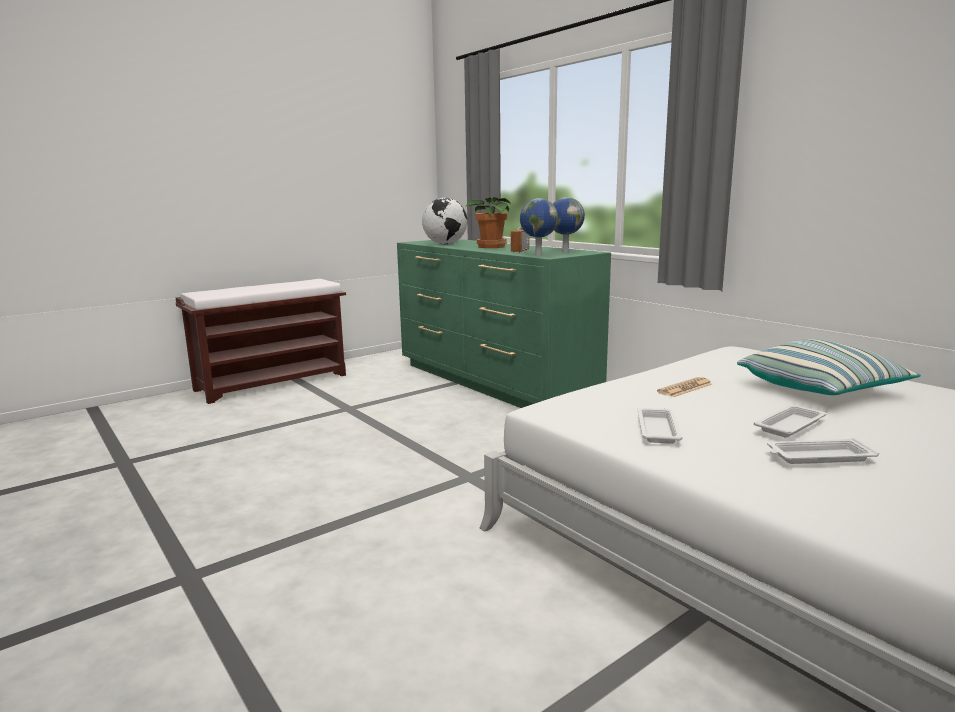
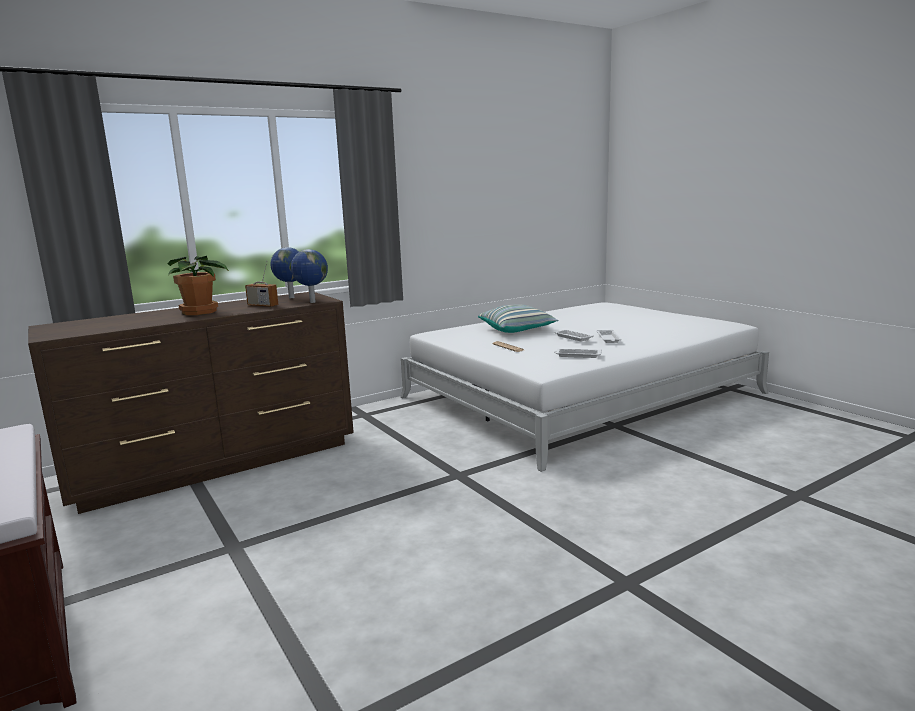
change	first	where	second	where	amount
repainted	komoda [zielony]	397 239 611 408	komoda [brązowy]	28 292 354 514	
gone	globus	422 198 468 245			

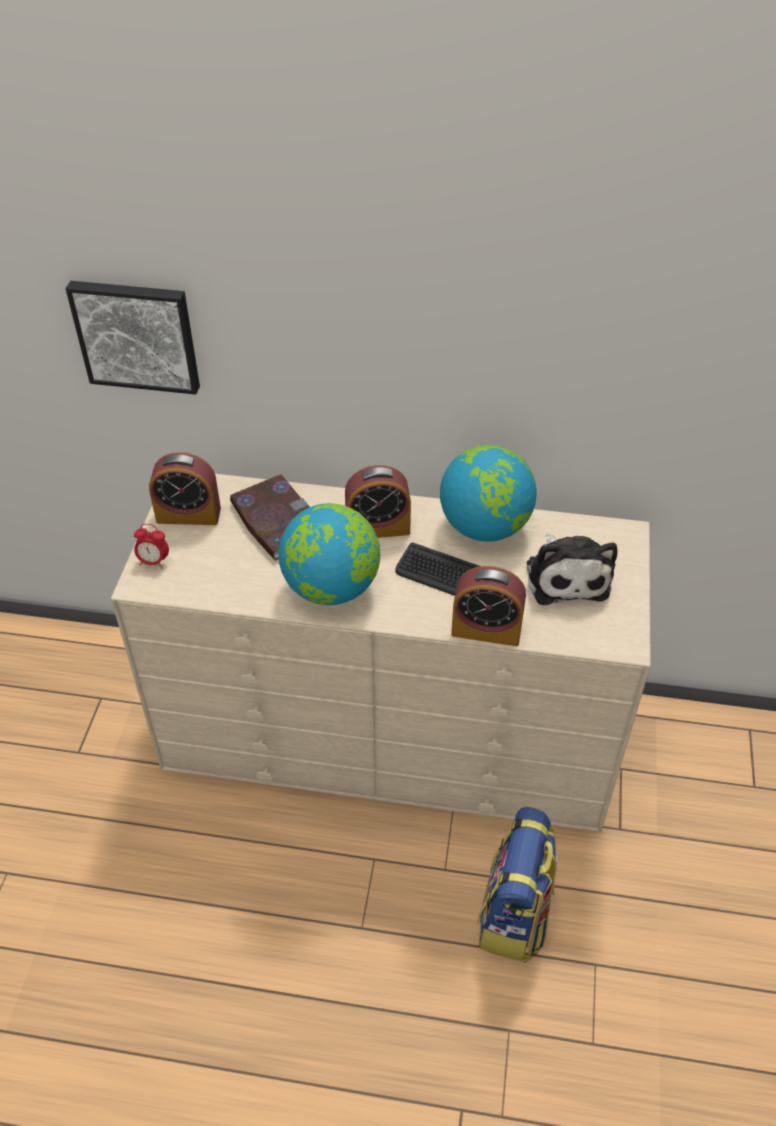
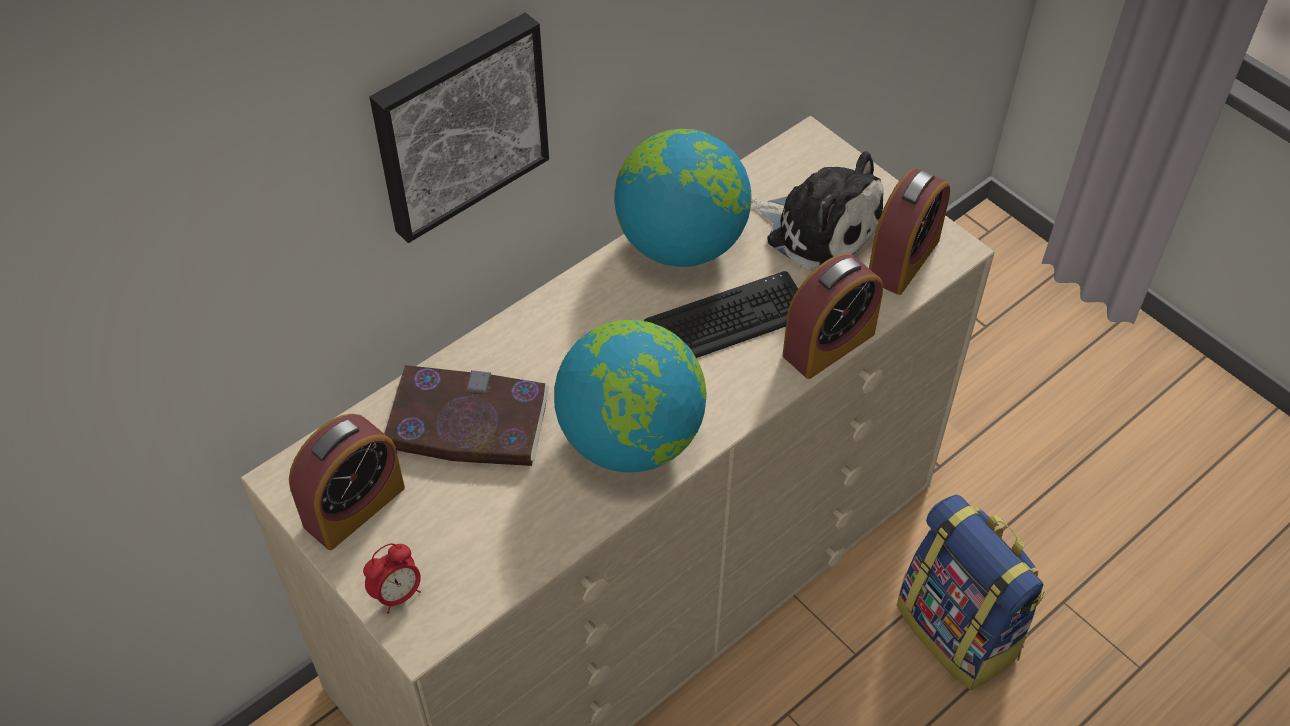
change	first	where	second	where	amount
shifted	obraz	66 281 200 395		369 13 549 243	
shifted	budzik	345 465 411 538		869 168 950 295	

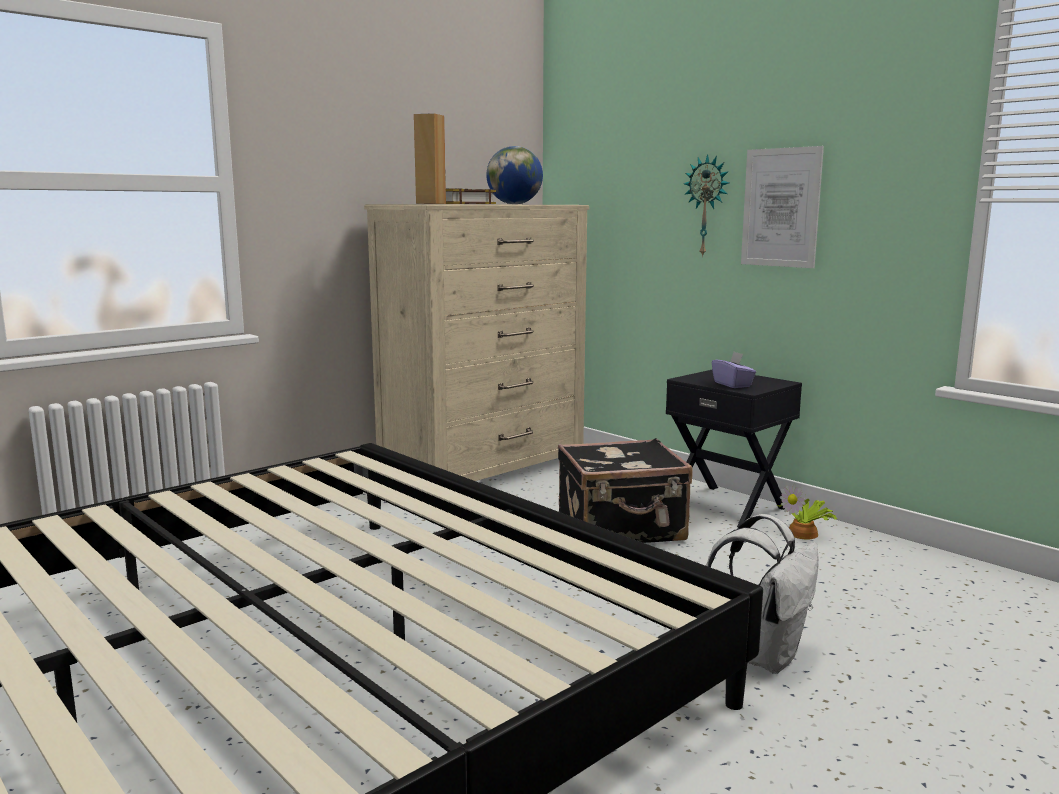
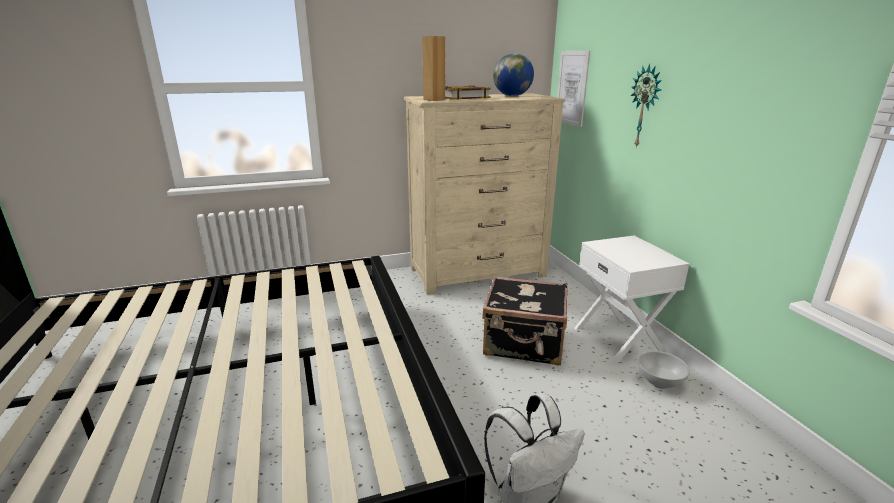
change	first	where	second	where	amount
repainted	szafka nocna [czarny]	666 370 802 527	szafka nocna [biały]	575 235 689 364	
gone	pudełko chusteczek [fioletowy]	712 352 756 388			
shifted	obraz	741 146 824 268		557 51 590 127	
swapped	roślina doniczkowa	776 484 837 539	miska [biały]	638 351 690 389	

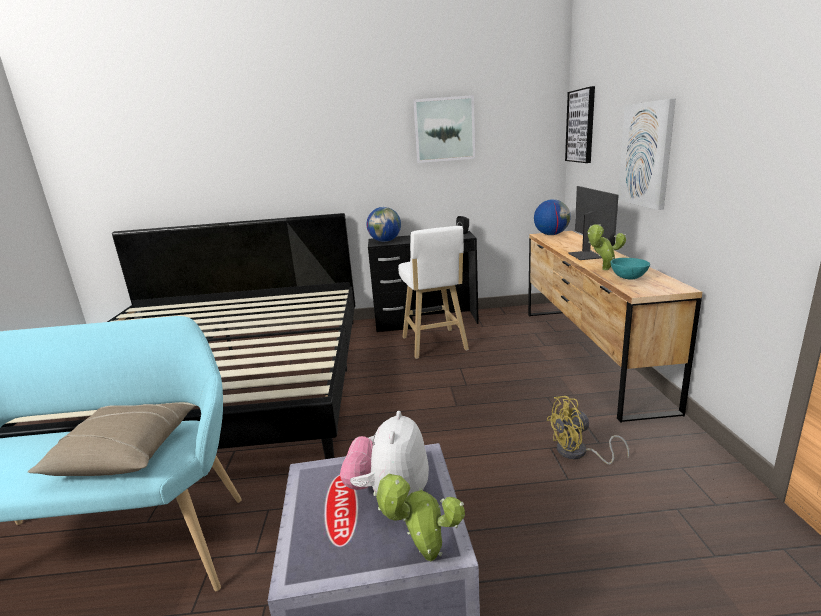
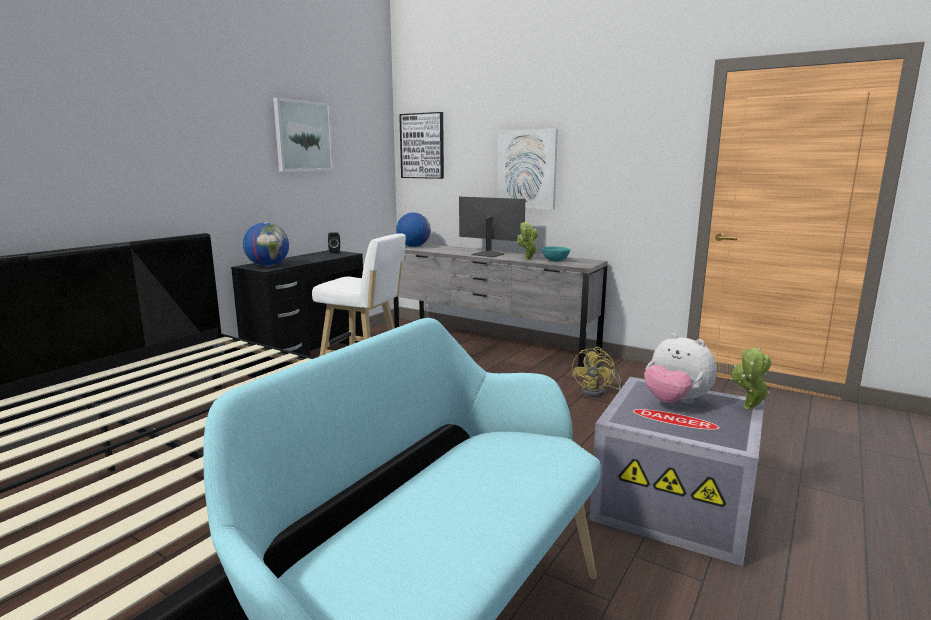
change	first	where	second	where	amount
gone	poduszka [beżowy]	28 403 195 476			
repainted	komoda [brązowy]	528 231 702 423	komoda [szary]	394 244 608 367	

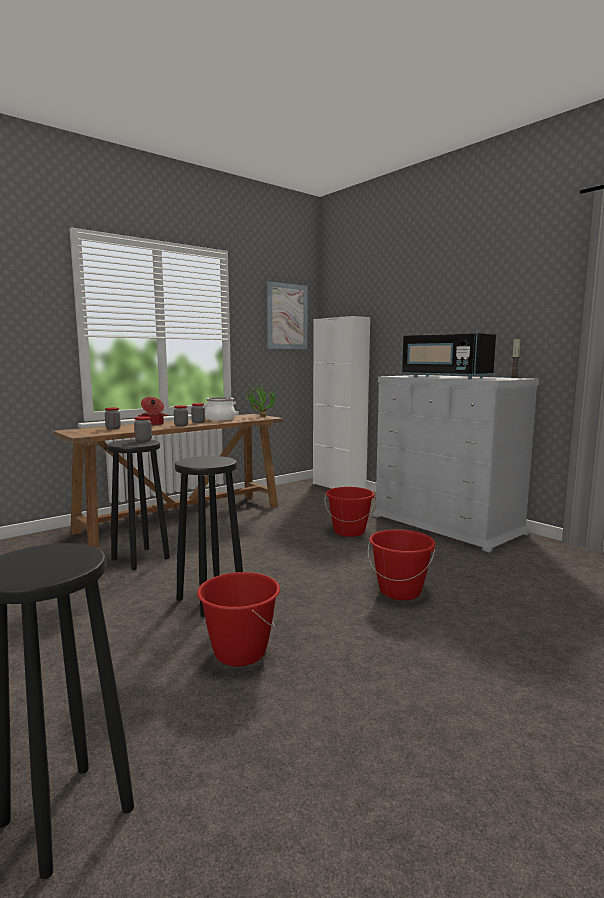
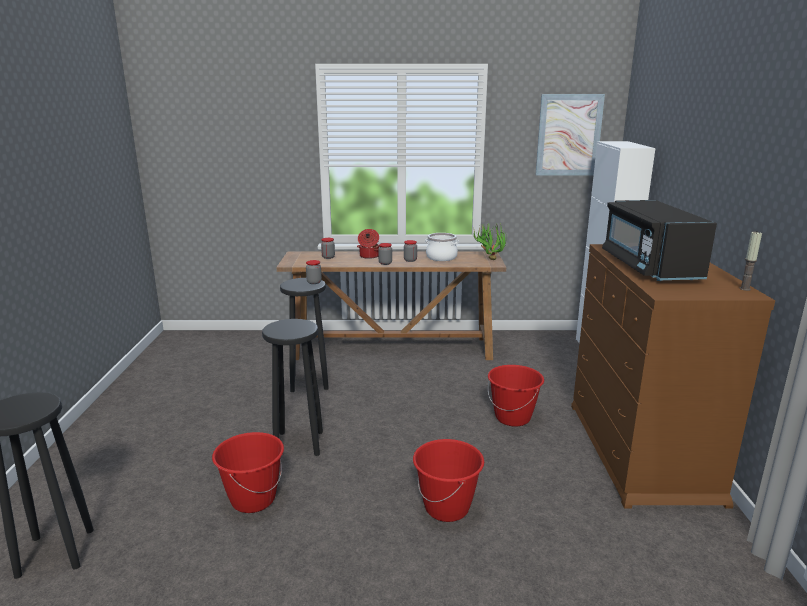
change	first	where	second	where	amount
repainted	komoda [biały]	373 375 539 552	komoda [brązowy]	571 244 775 509	

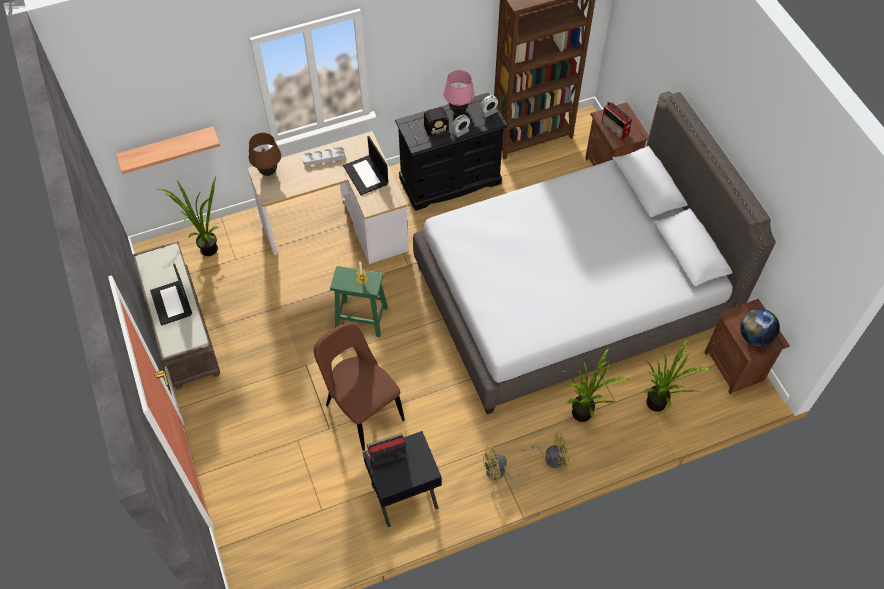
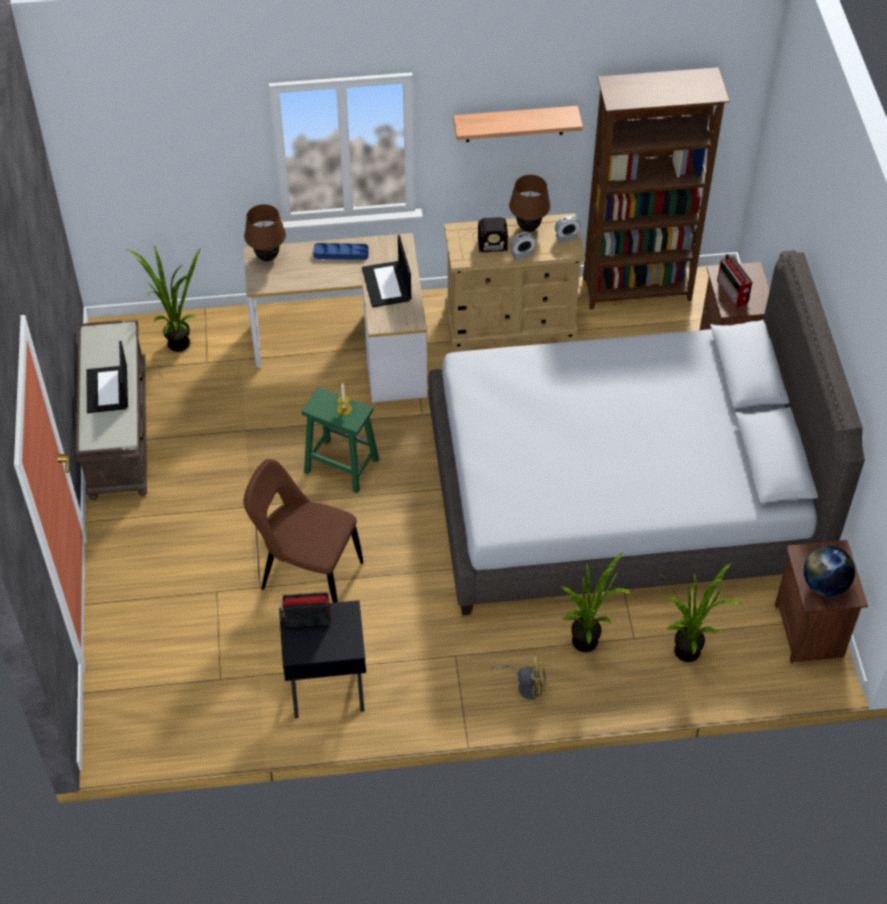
change	first	where	second	where	amount
shifted	półka	116 126 220 174		453 106 583 142	
repainted	taca [szary]	302 147 345 166	taca [niebieski]	313 243 369 260	
rotated	krzesło [brązowy]	314 322 405 451		243 459 364 603	45 degrees counterclockwise
repainted	komoda [czarny]	395 92 507 211	komoda [beżowy]	444 213 585 350	
repainted	lampa stołowa [różowy]	443 70 475 114	lampa stołowa [brązowy]	509 175 550 232	
gone	wentylator [żółty]	481 447 530 485			

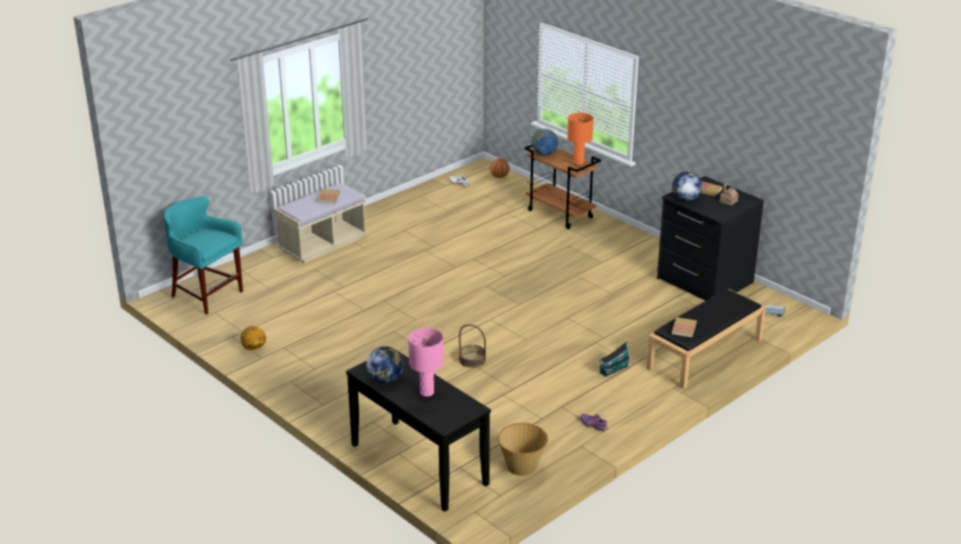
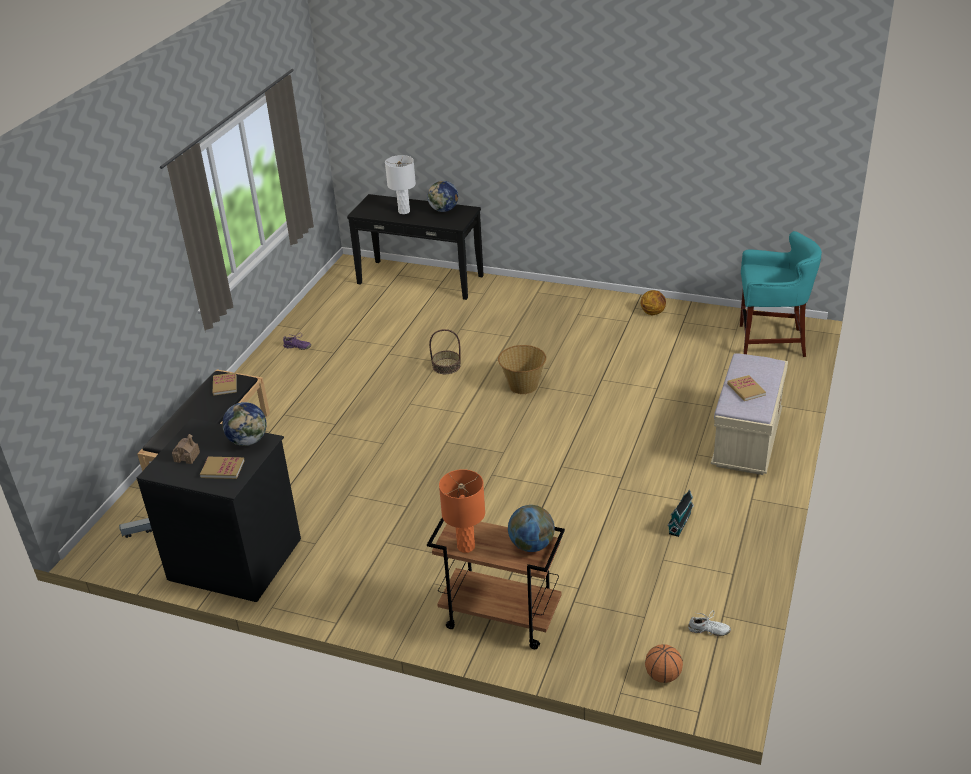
change	first	where	second	where	amount
repainted	lampa stołowa [różowy]	408 328 444 397	lampa stołowa [biały]	385 155 416 214	
shifted	koszyk	498 423 548 476		498 345 546 394	
shifted	domek	599 341 630 377		667 490 694 537	

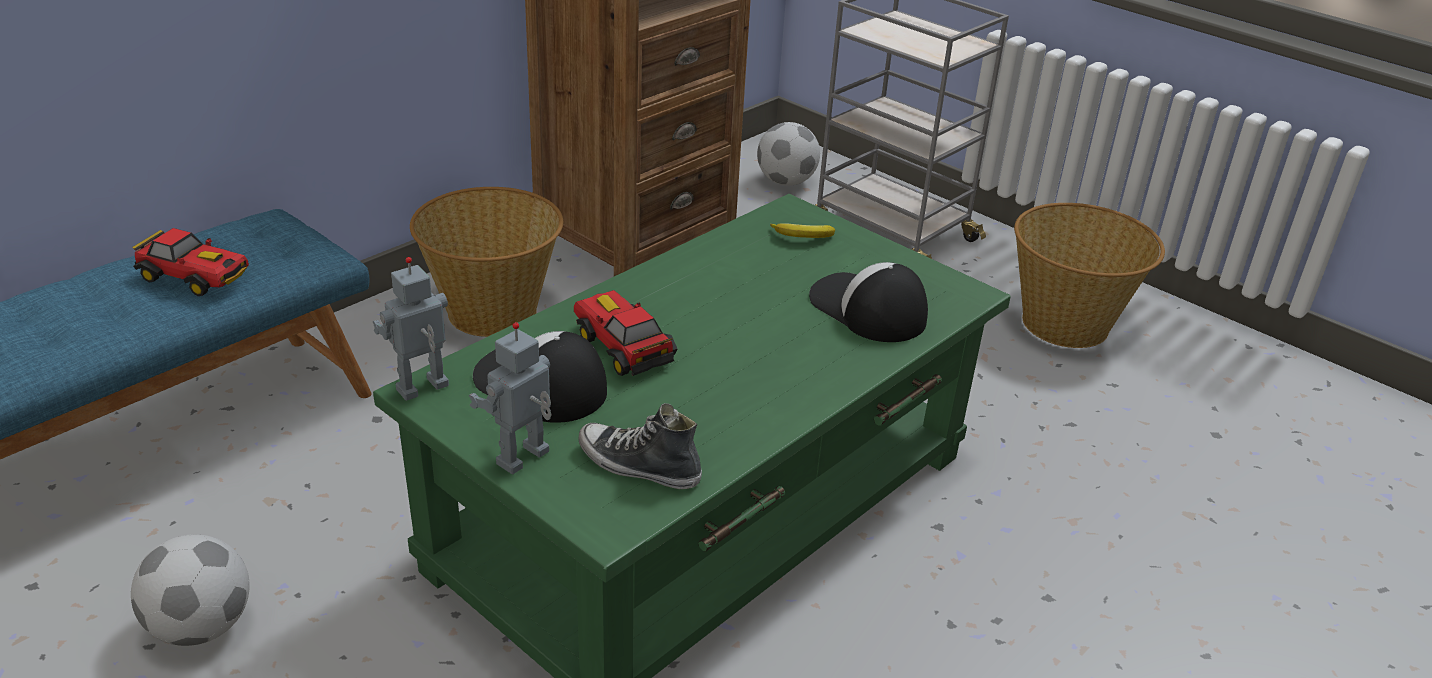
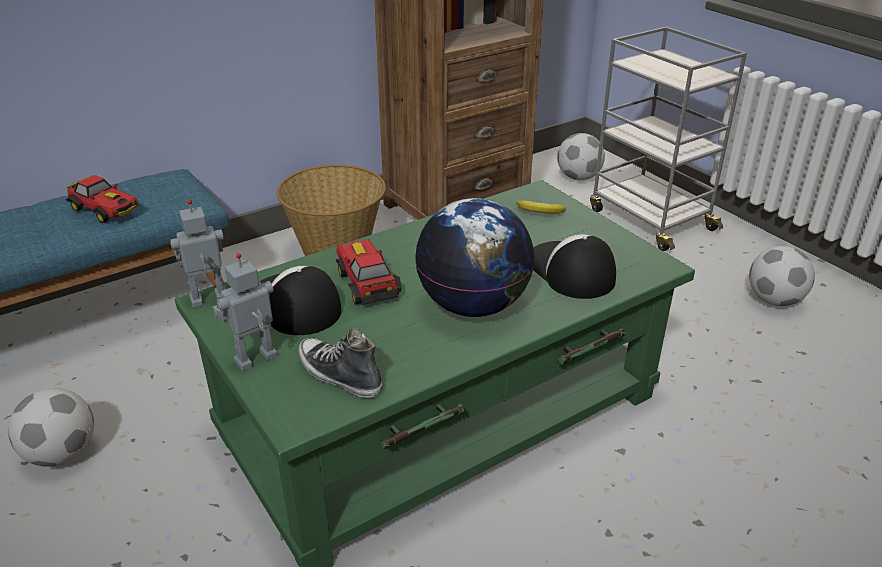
change	first	where	second	where	amount
swapped	koszyk	1014 203 1165 348	piłka futbolowa	749 246 815 306	
new			globus	415 198 535 317	

